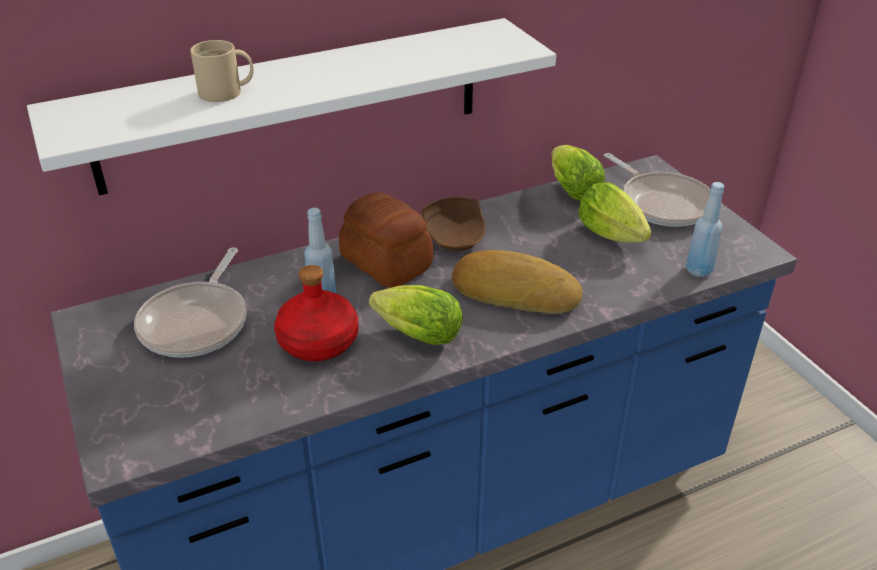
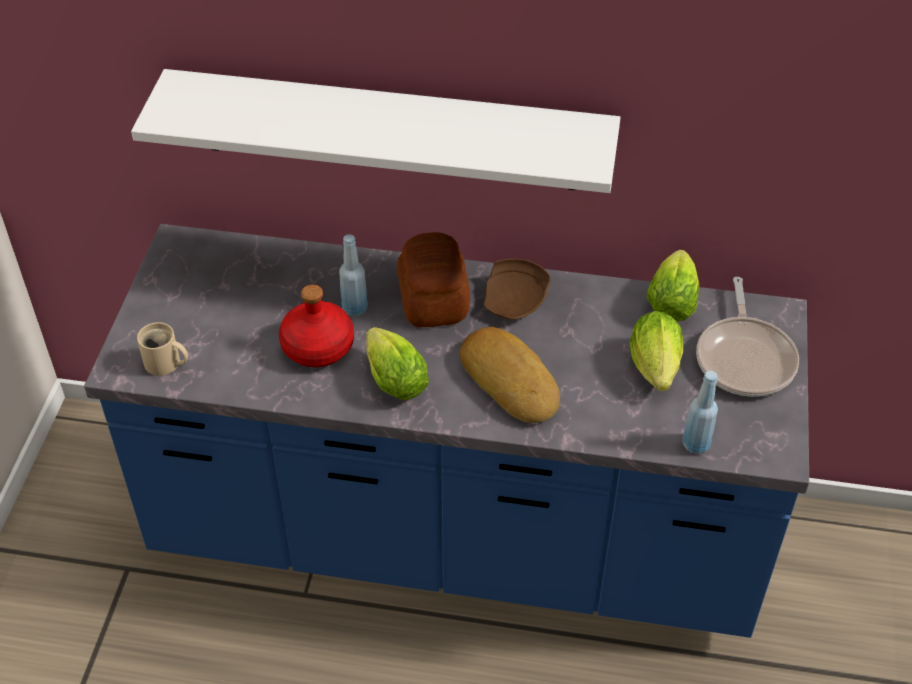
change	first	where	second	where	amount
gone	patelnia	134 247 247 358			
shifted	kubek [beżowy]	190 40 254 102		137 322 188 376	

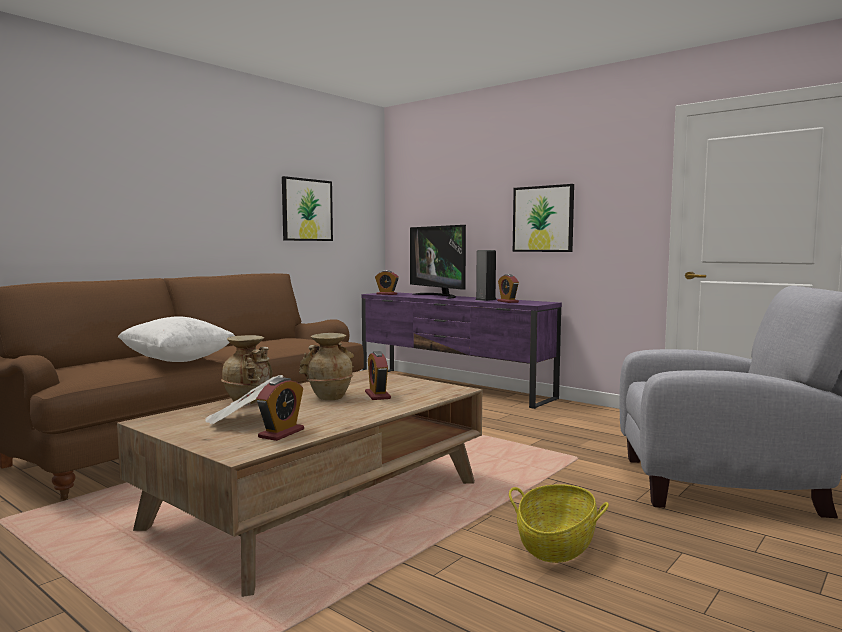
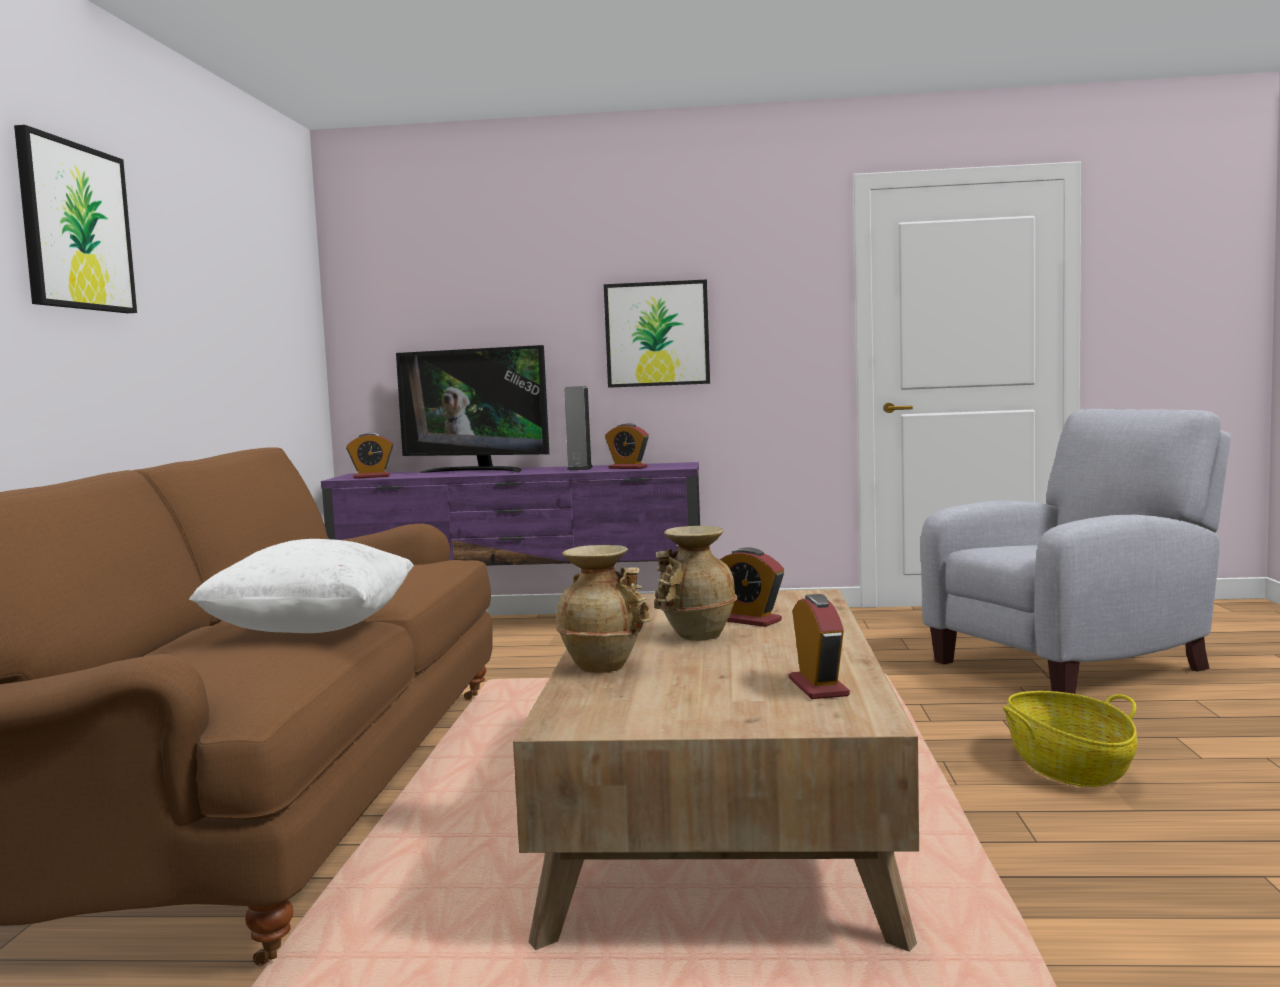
change	first	where	second	where	amount
gone	gazeta	205 375 283 425			
shifted	obraz	282 176 333 241		14 125 137 313	

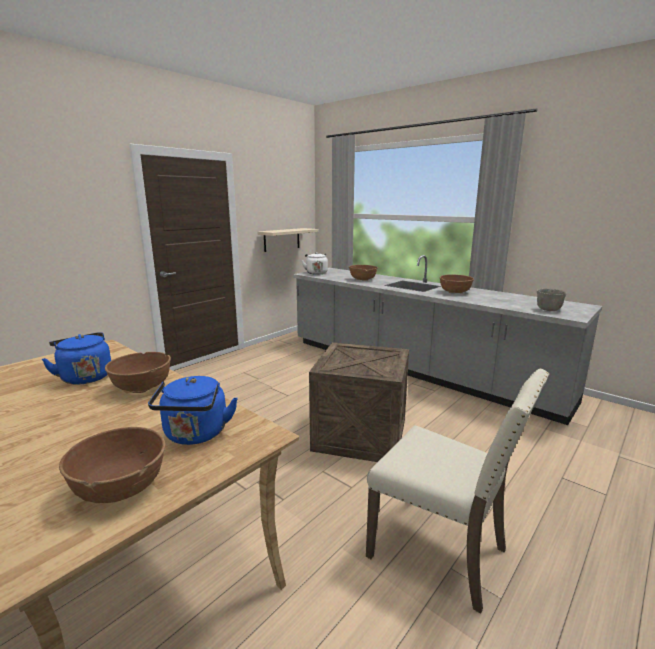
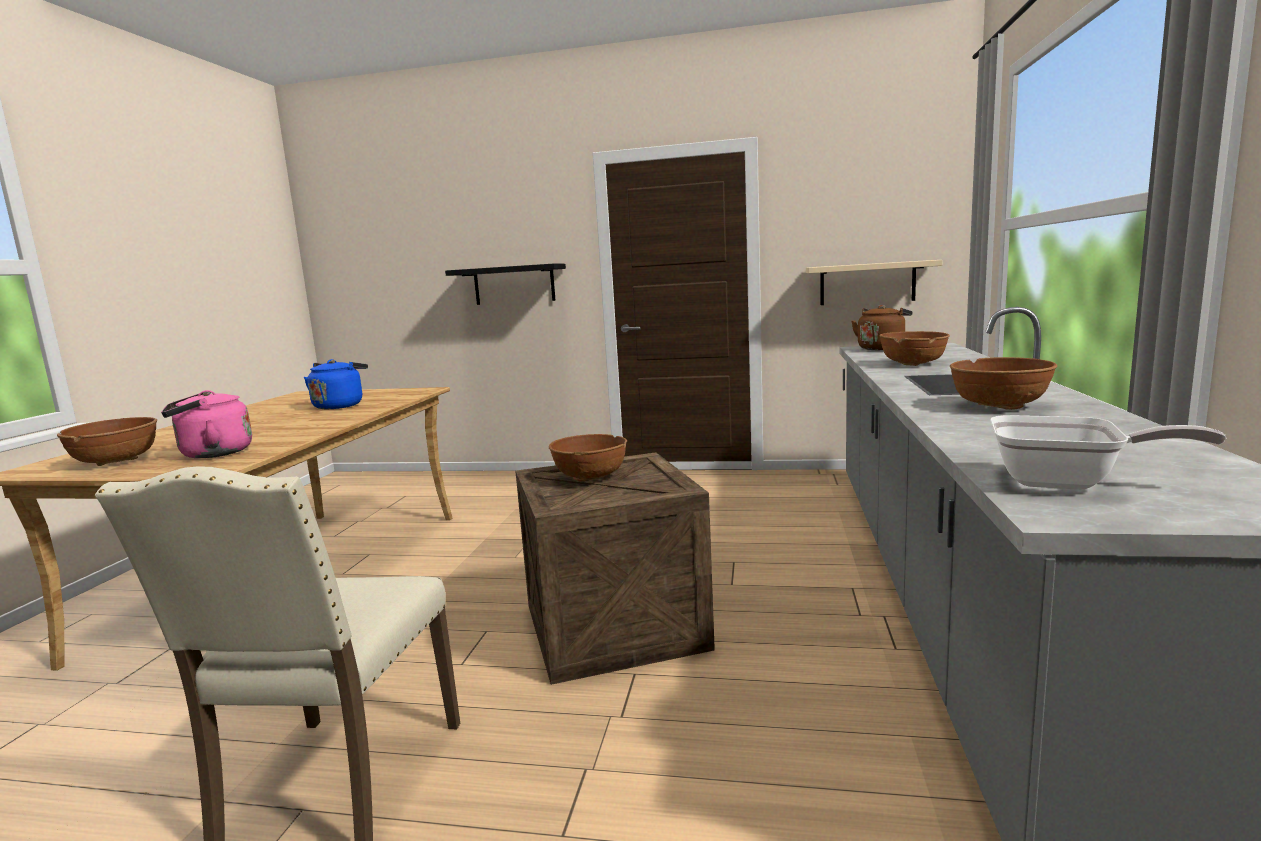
change	first	where	second	where	amount
shifted	miska [brązowy]	105 352 171 393		549 434 627 482	
repainted	czajnik [niebieski]	148 376 238 445	czajnik [różowy]	161 390 252 458	
repainted	czajnik [biały]	301 252 328 275	czajnik [brązowy]	852 305 913 350	
swapped	miska [szary]	537 289 567 311	patelnia	990 415 1226 490	
new			półka [czarny]	445 263 566 305	

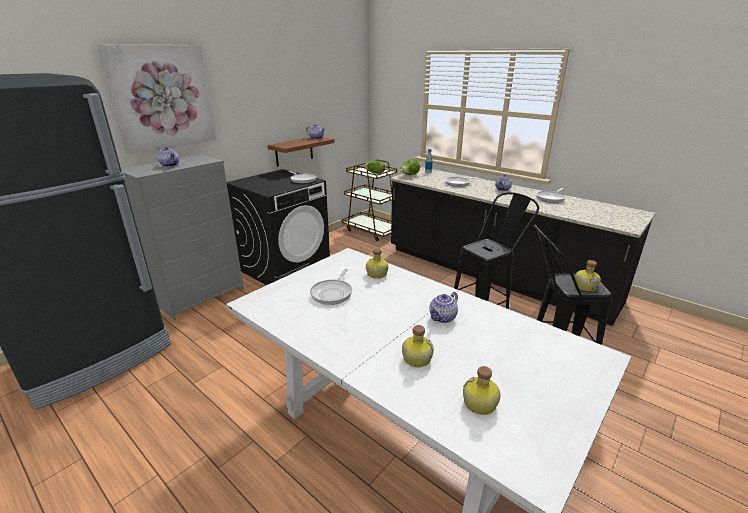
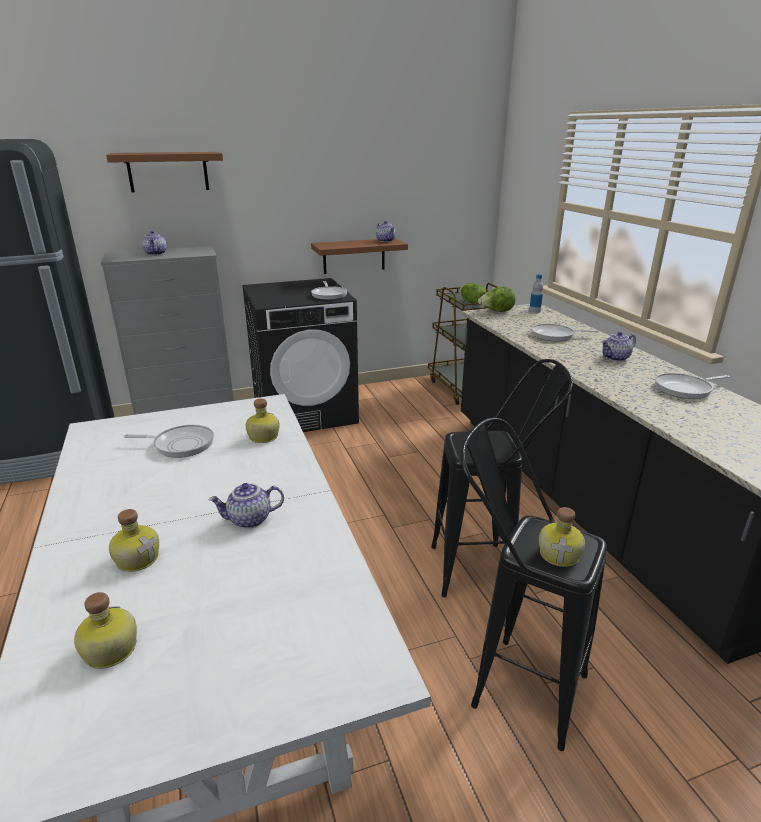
change	first	where	second	where	amount
swapped	obraz	97 44 216 153	półka [brązowy]	106 152 223 192	
rotated	patelnia	310 269 352 305		124 425 214 458	135 degrees counterclockwise

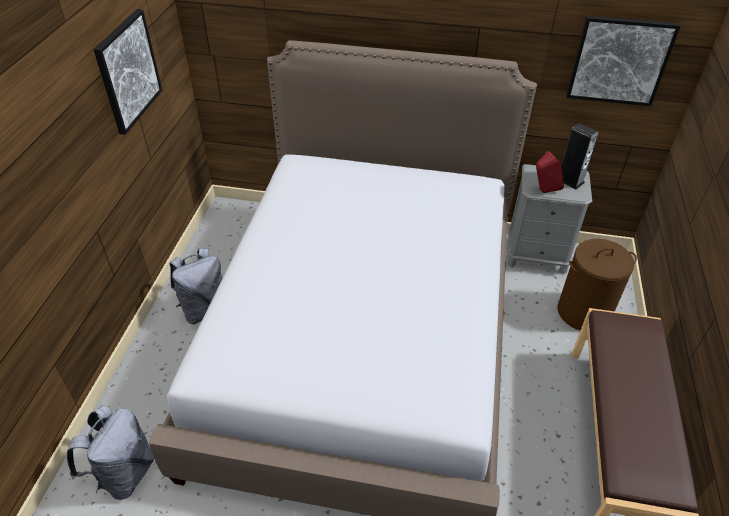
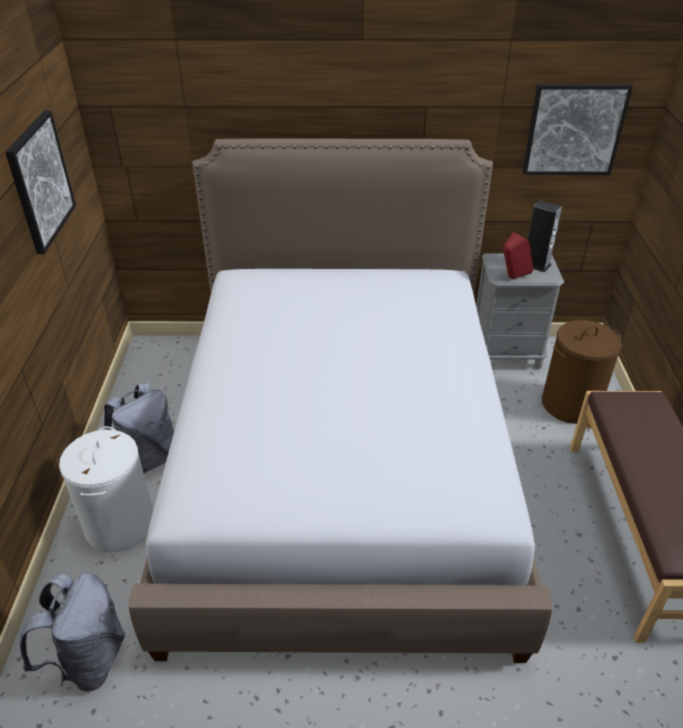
change	first	where	second	where	amount
new			kosz na pranie [biały]	59 426 153 552	

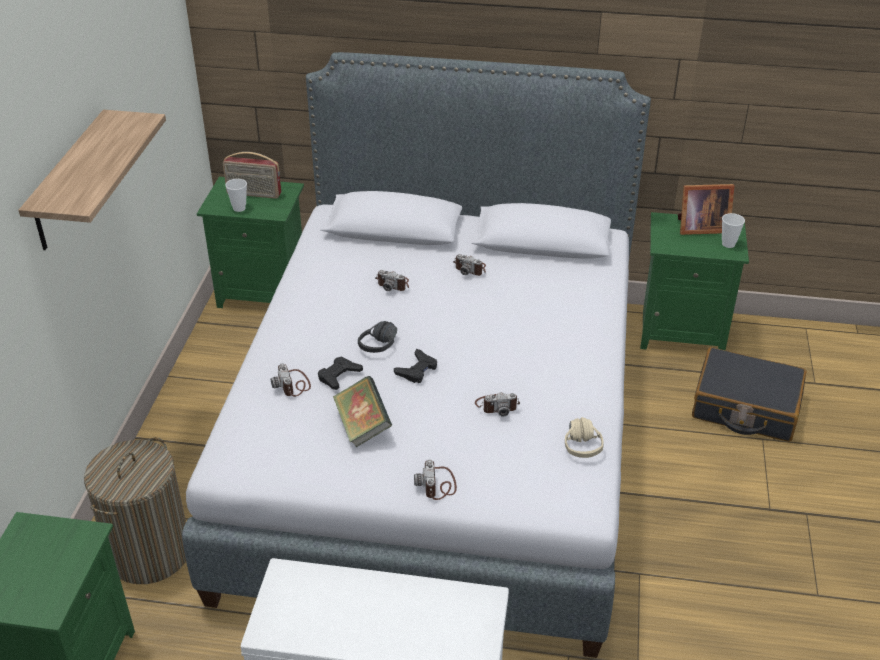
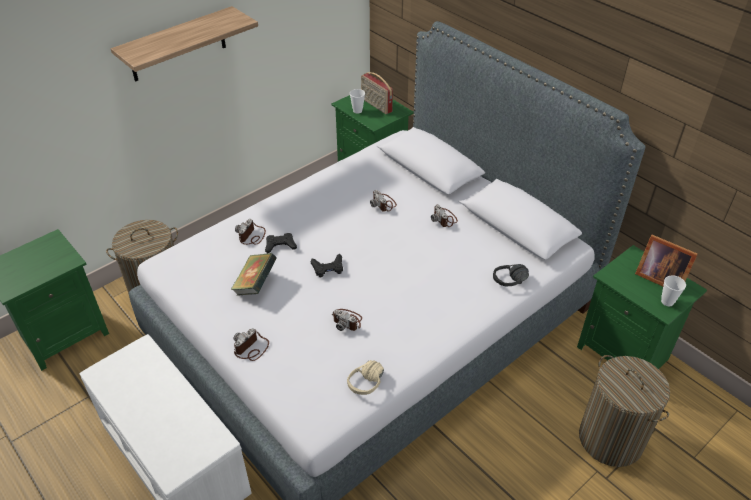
change	first	where	second	where	amount
shifted	słuchawki [czarny]	358 321 397 353		493 264 529 286	
swapped	walizka [czarny]	692 347 807 442	kosz na pranie	579 355 670 467	

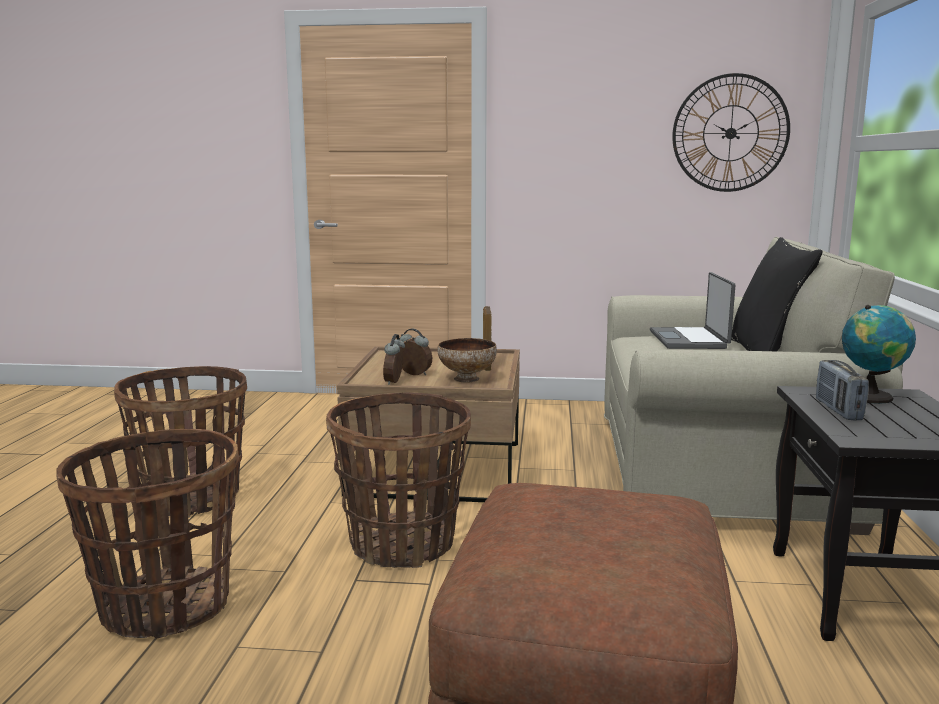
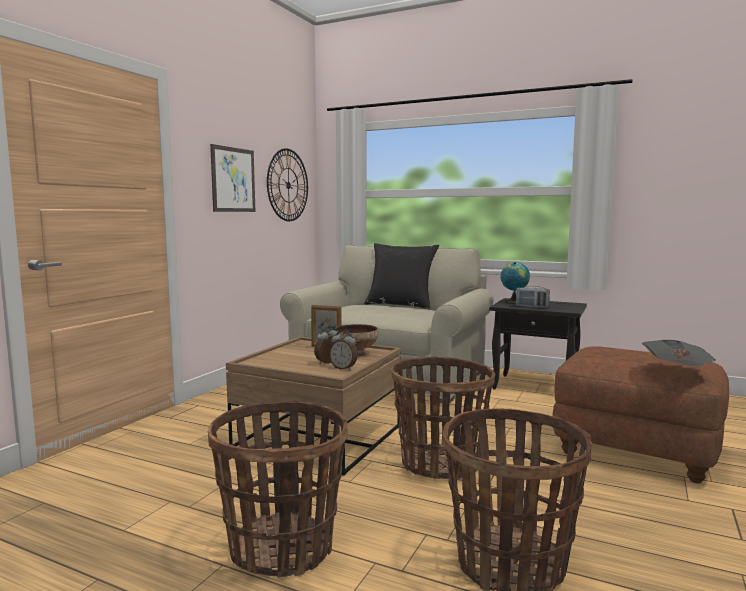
change	first	where	second	where	amount
gone	laptop	650 272 735 349			
new			obraz	210 144 256 212	
new			gazeta	641 340 716 367	

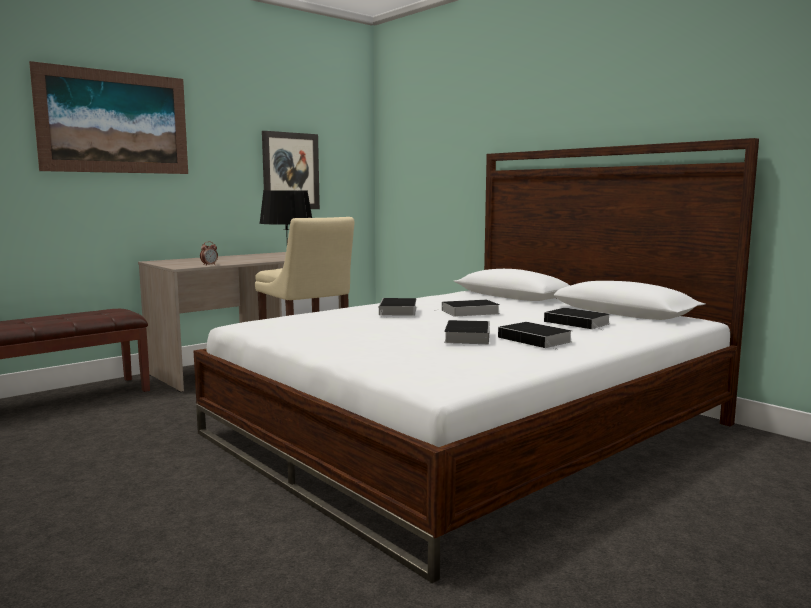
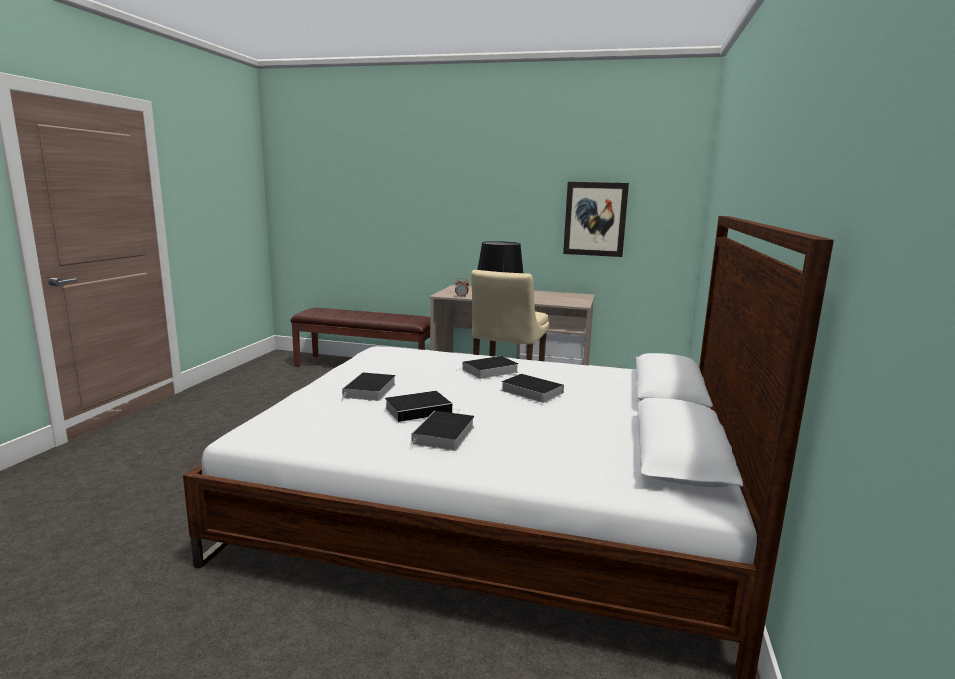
change	first	where	second	where	amount
gone	obraz	29 61 188 174			
shifted	książka	544 308 610 330		341 372 396 401	

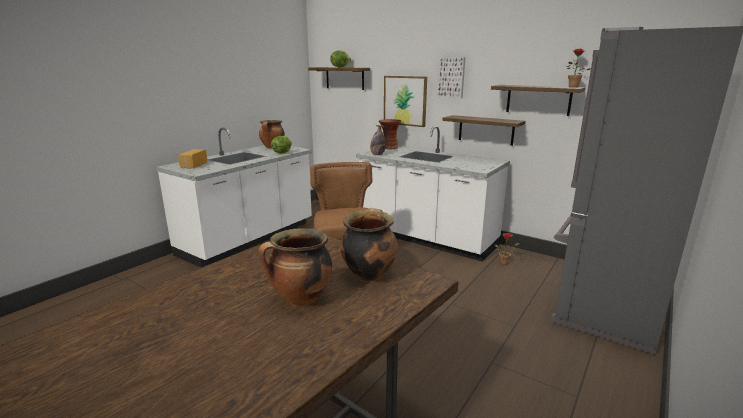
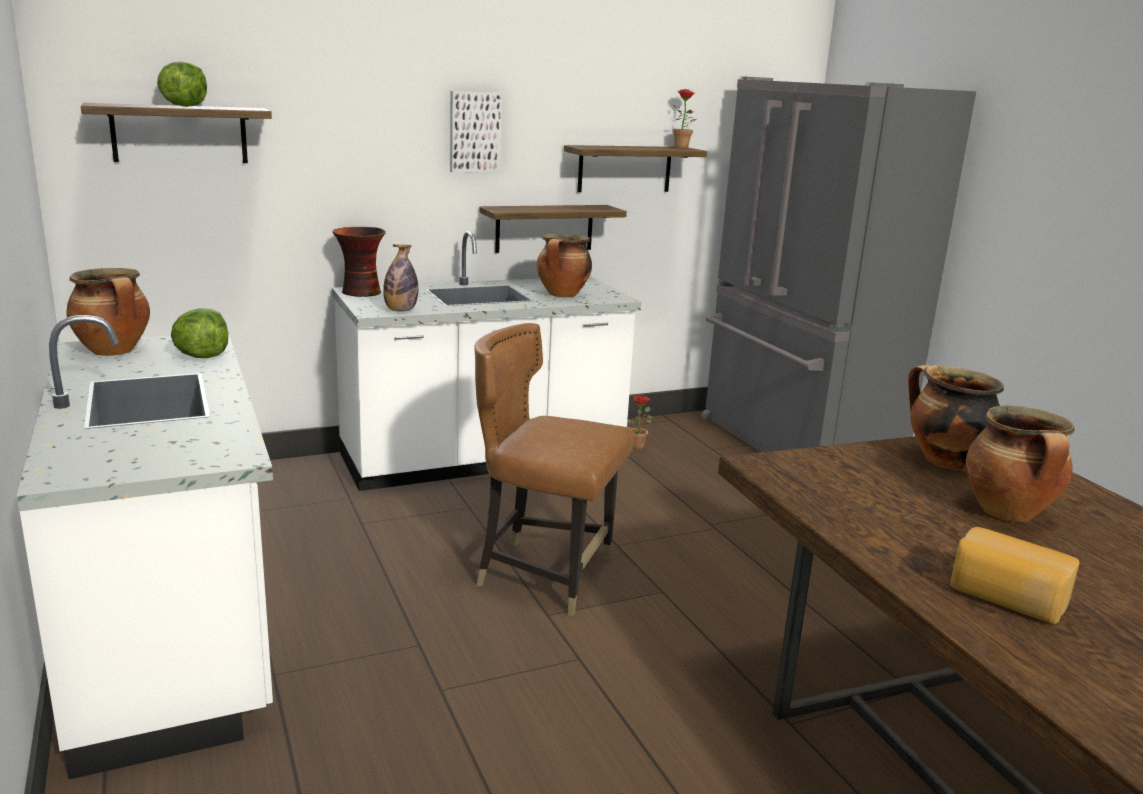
change	first	where	second	where	amount
shifted	chleb	178 149 208 168		950 527 1079 624	
gone	obraz	384 76 427 127			
new			garnek	537 233 592 297	

